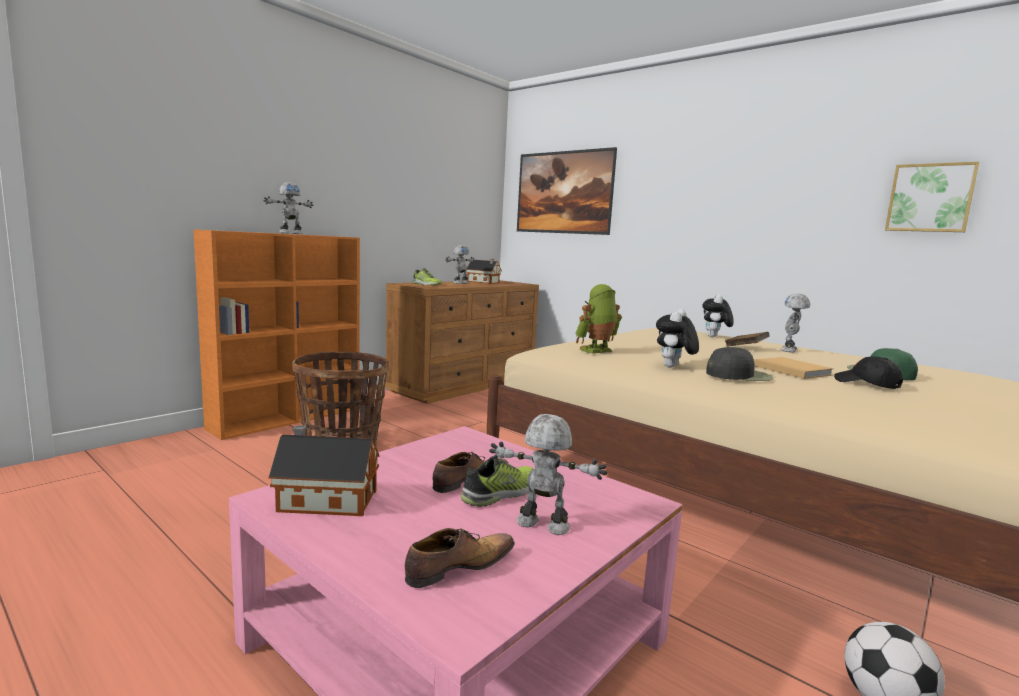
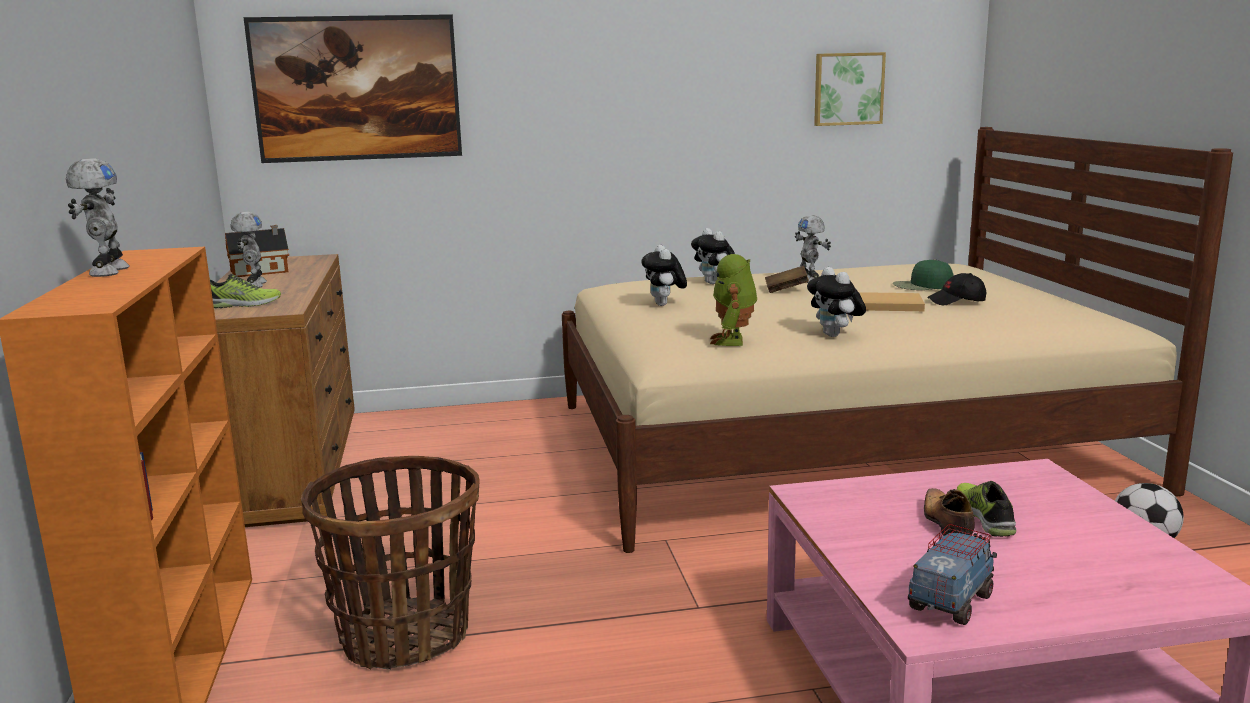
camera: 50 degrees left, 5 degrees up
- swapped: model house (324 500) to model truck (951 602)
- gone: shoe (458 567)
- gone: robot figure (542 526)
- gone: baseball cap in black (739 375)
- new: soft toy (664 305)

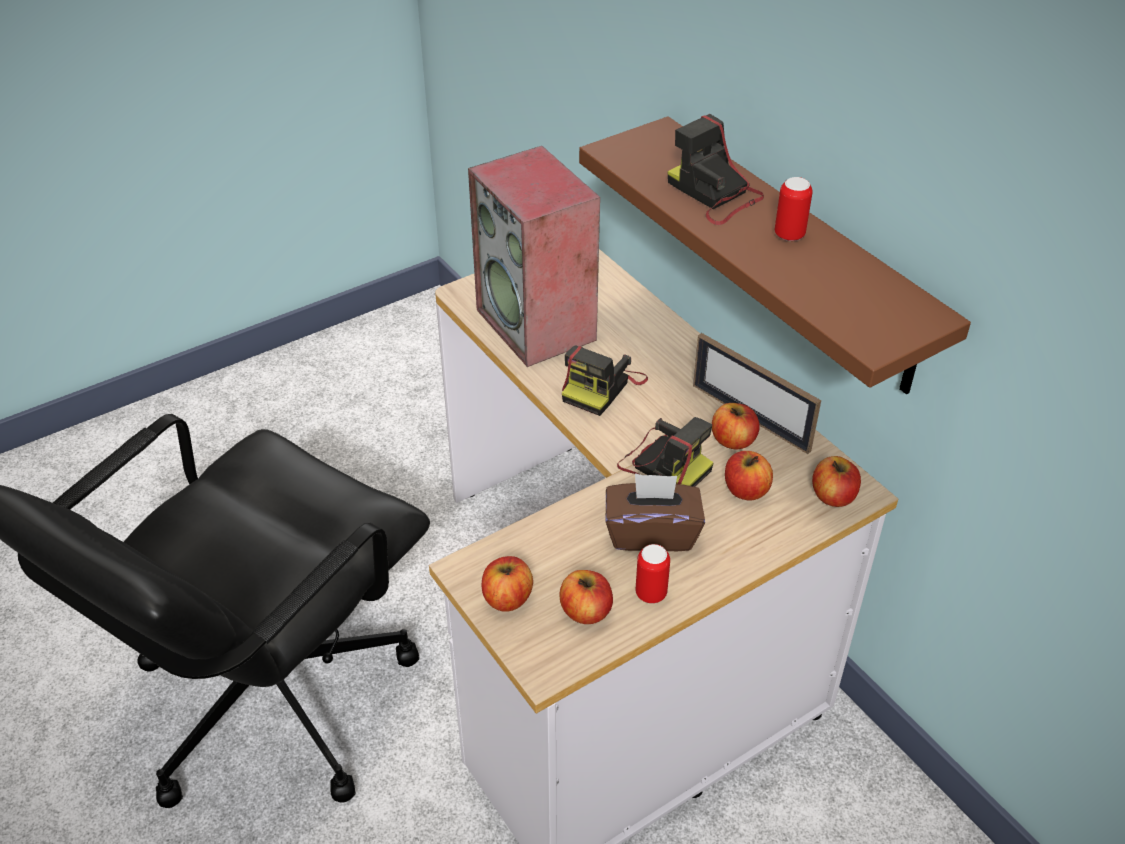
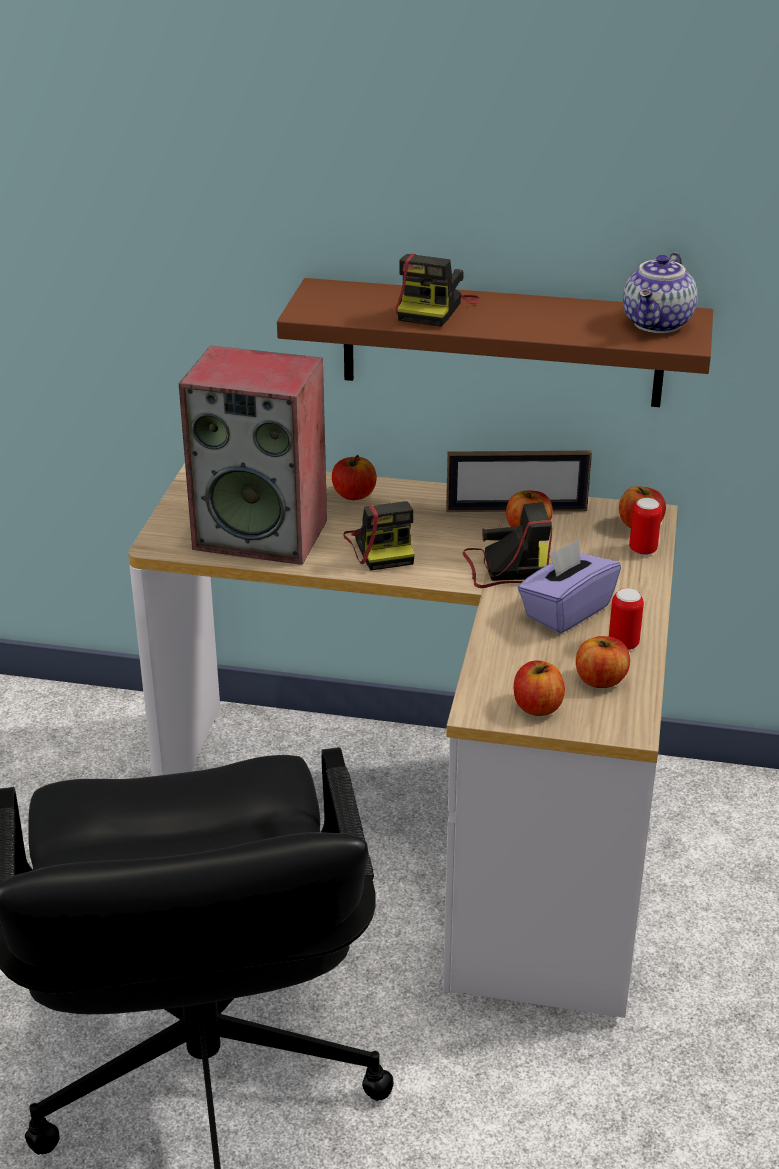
camera: 45 degrees left, 10 degrees down
- repainted: tissue holder in brown (652 533) to tissue holder in purplish (566 611)
- rotated: photo camera (714 195) = (434 309) 75 degrees counterclockwise
- shifted: apple fruit (746 490) to (354 494)
- shifted: can (789 235) to (643 550)
- new: teapot (658 324)

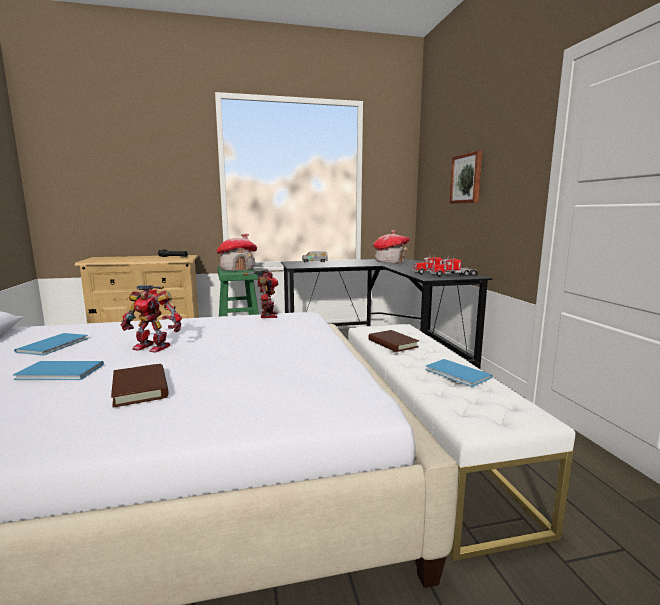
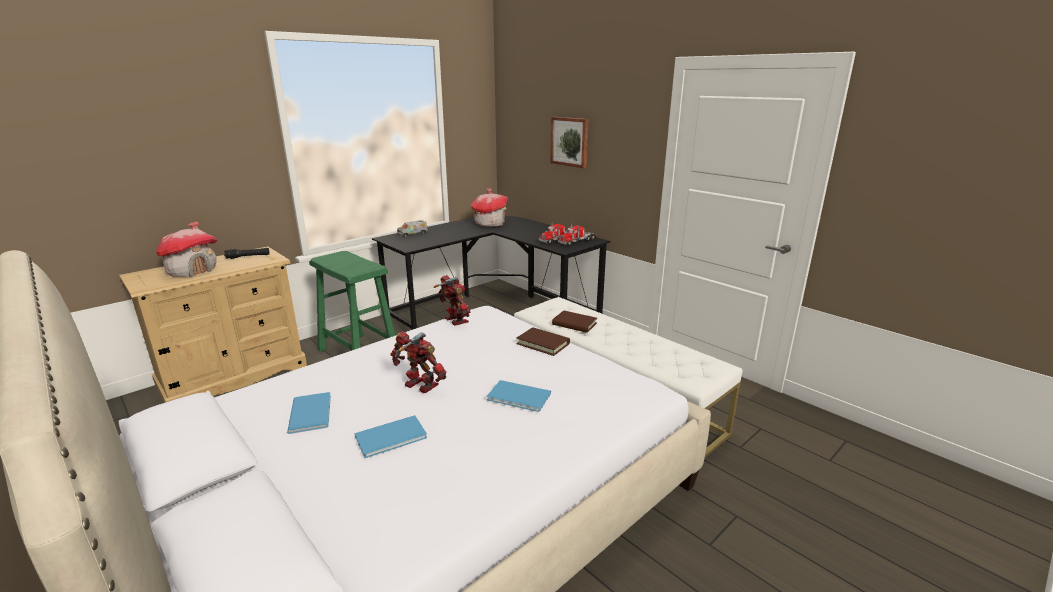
camera: 30 degrees left, 10 degrees up
- shifted: book in brown (140 388) to (543 344)
- rotated: robot figure (153 347) = (420 386) 135 degrees counterclockwise
- shifted: model house (237 269) to (192 270)
- shifted: book in blue-coloured (457 374) to (519 398)

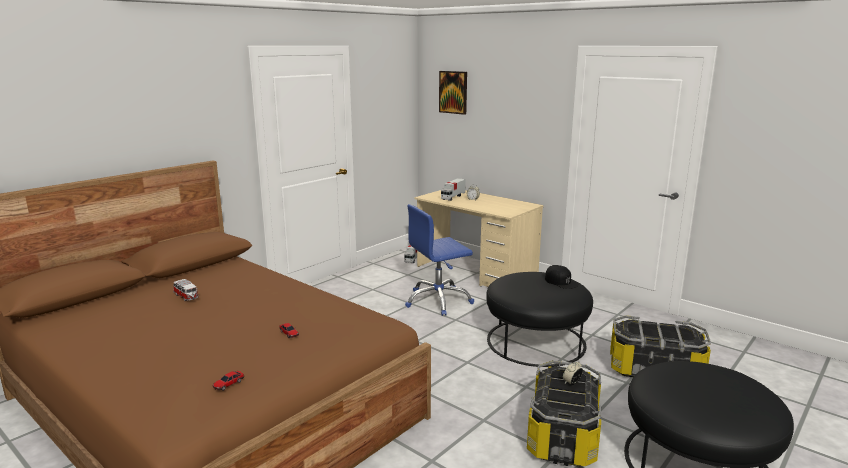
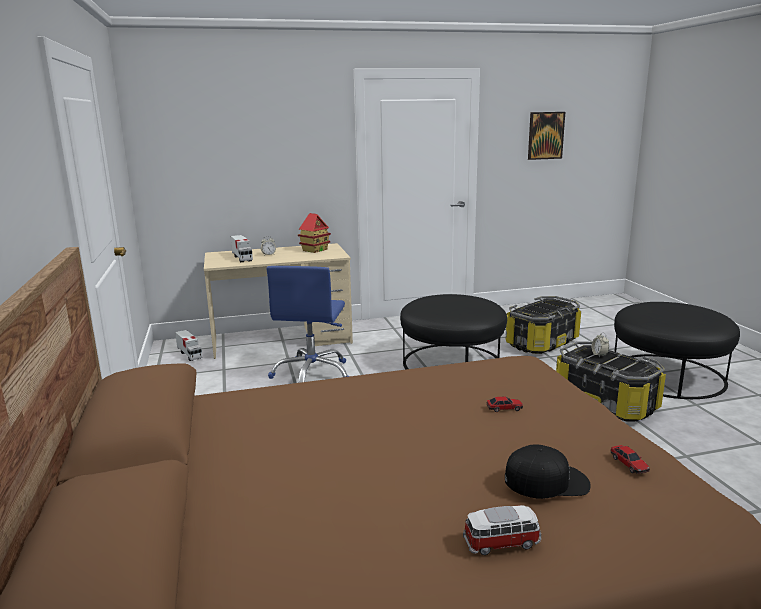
camera: 55 degrees left, 0 degrees up
- shifted: model car (186 297) to (502 543)
- shifted: wall art (453 92) to (545 135)
- shifted: baseball cap in black (561 282) to (546 481)
- new: model house (315 250)

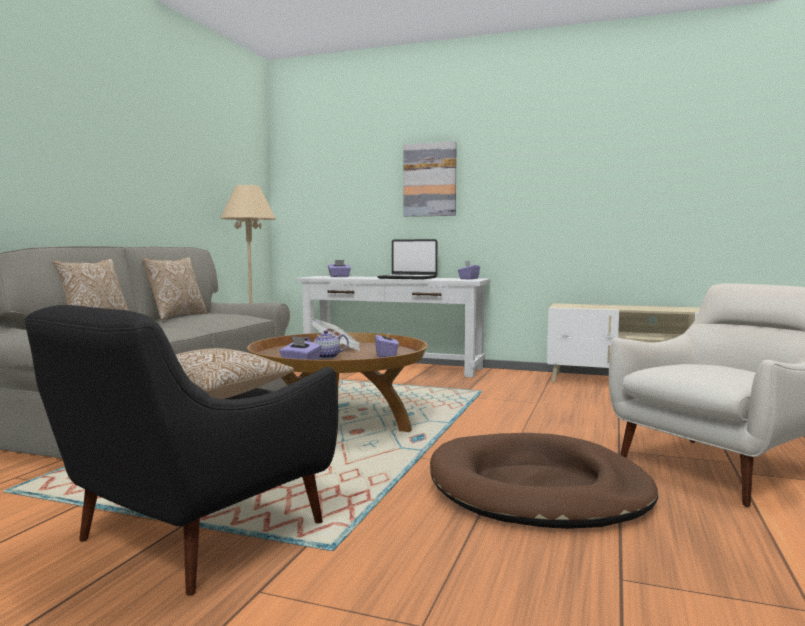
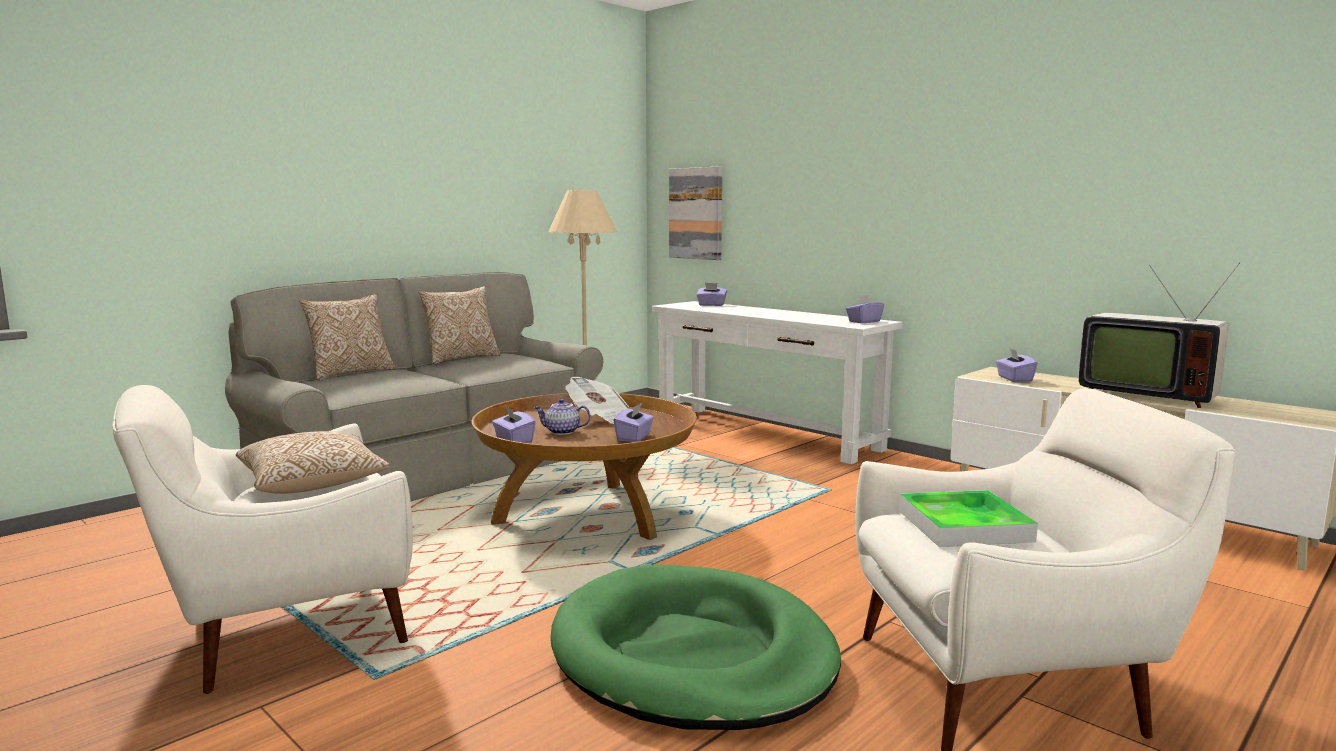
camera: 25 degrees right, 5 degrees up
- repainted: armchair in black (193 536) to armchair in whitish (282 630)
- gone: laptop (407 278)
- shifted: wall art (430 180) to (696 213)
- repainted: dog bed in brown (538 489) to dog bed in green (692 655)
- new: carrying tray (964 526)
- new: tissue holder in purplish (1014 379)
- new: television (1146 395)

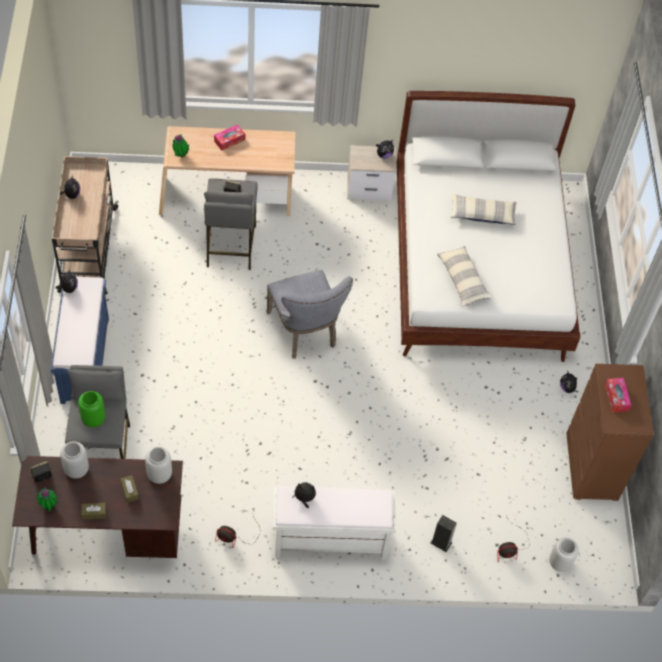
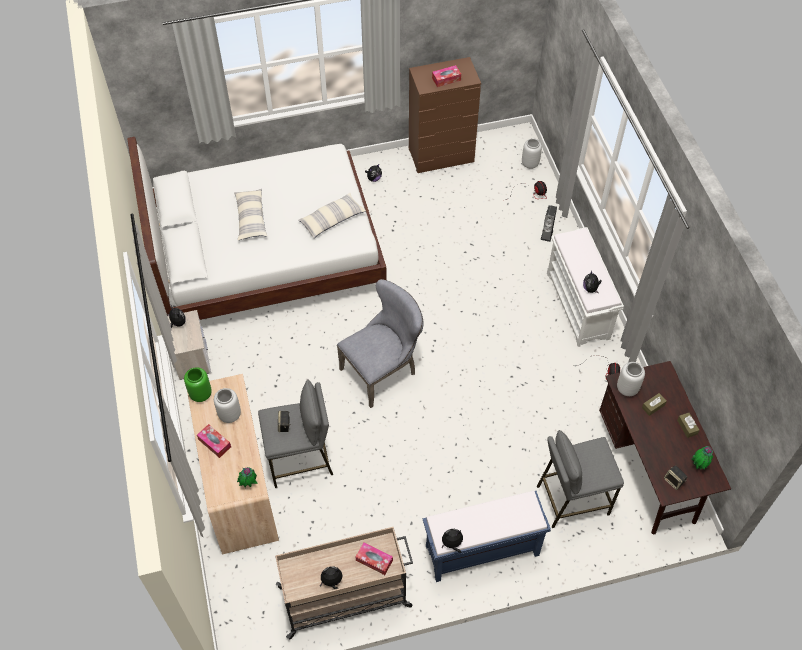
camera: 100 degrees left, 0 degrees up
- shifted: flower vase in grey (76 469) to (229 415)
- shifted: flower vase in green (93 418) to (200 394)
- new: tissue holder (374 560)

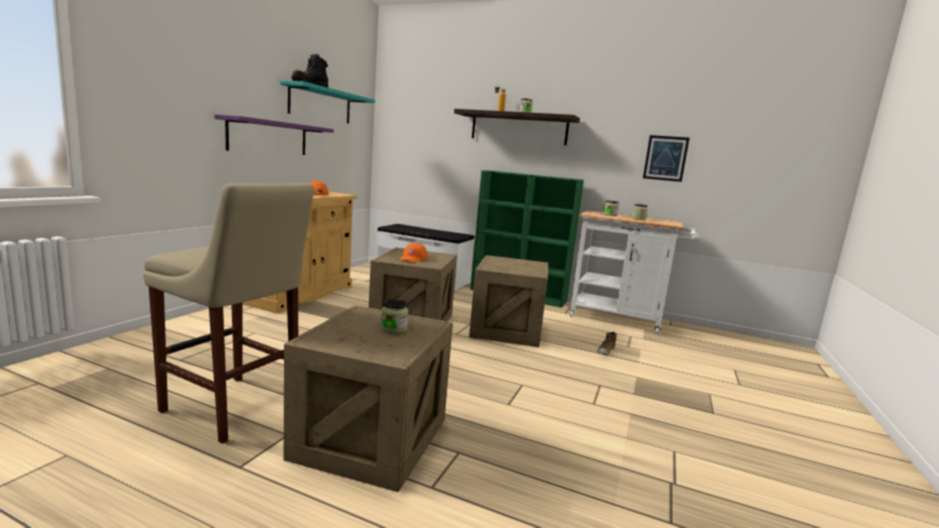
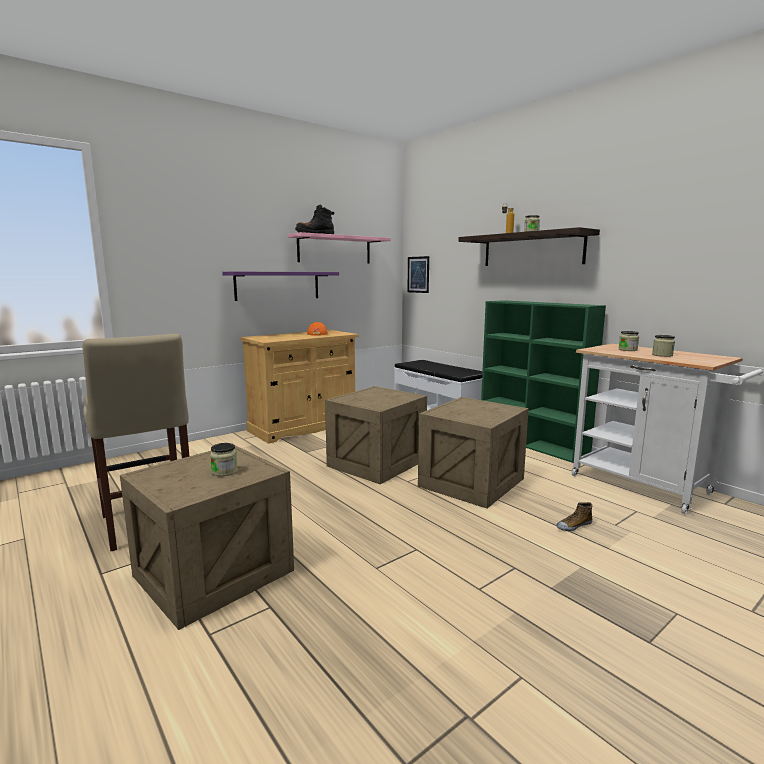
camera: 30 degrees right, 0 degrees up
- repainted: wall shelf in blue-green (320 104) to wall shelf in pink-coloured (334 249)
- gone: baseball cap in orange-coloured (413 259)
- shifted: wall art (665 158) to (418 274)

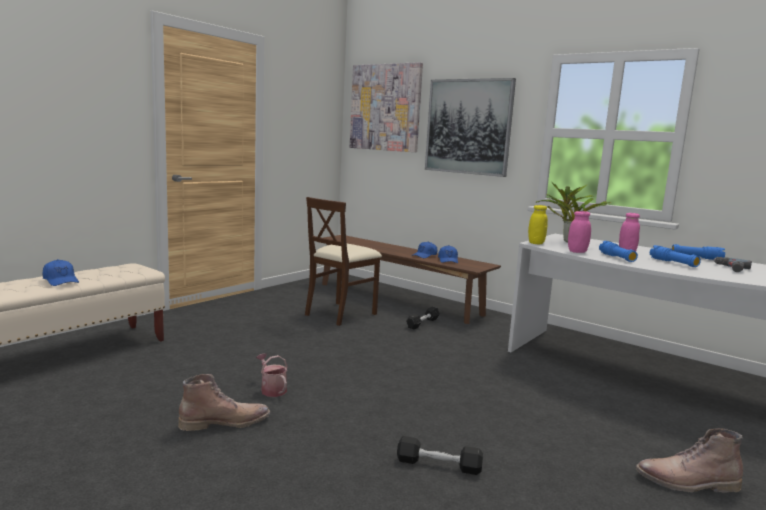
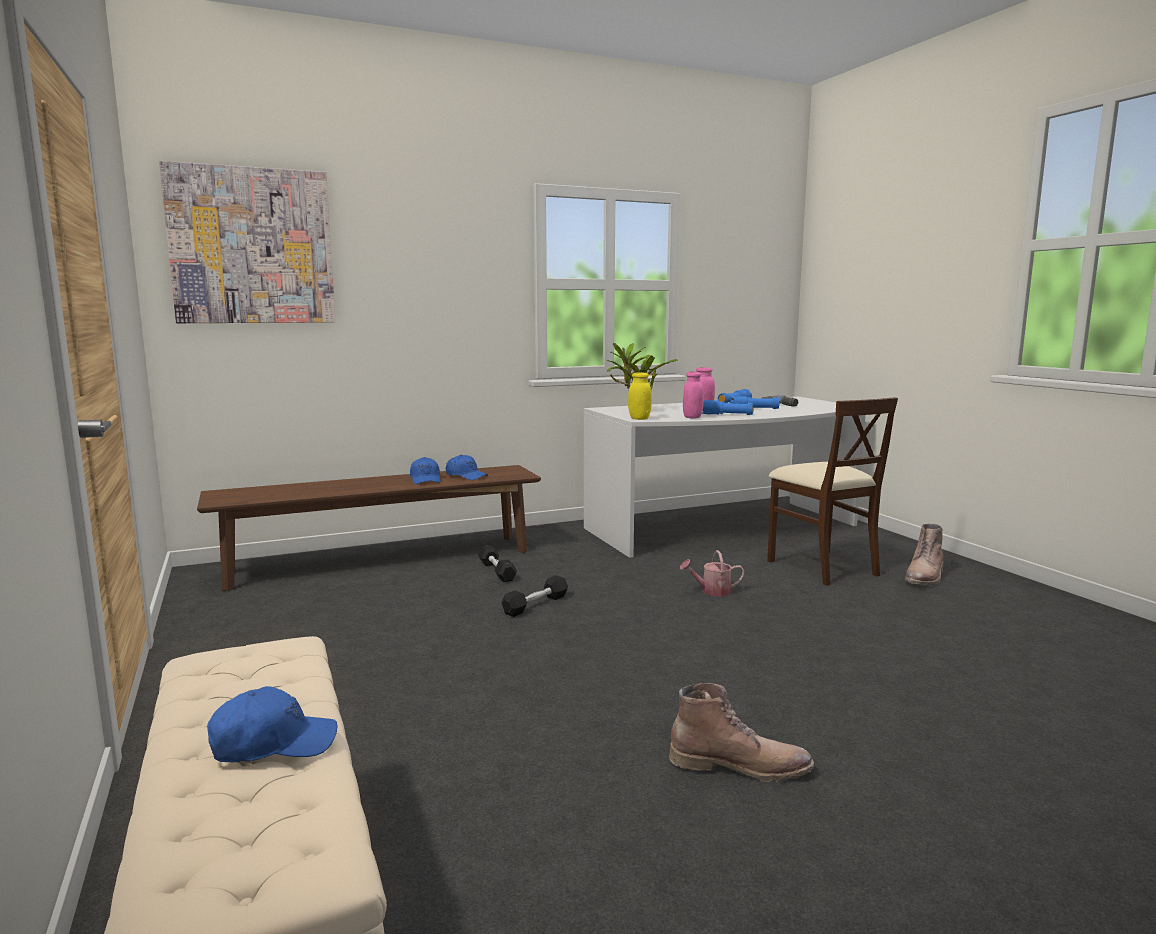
camera: 60 degrees left, 0 degrees up
- rotated: boot in brown (225 422) = (740 765) 90 degrees clockwise
- shifted: watering pot (272 389) to (712 591)
- shifted: plain chair in beige-coloured (340 314) to (822 567)
- shifted: hand weight in black (438 465) to (535 605)
- gone: wall art (468 127)

